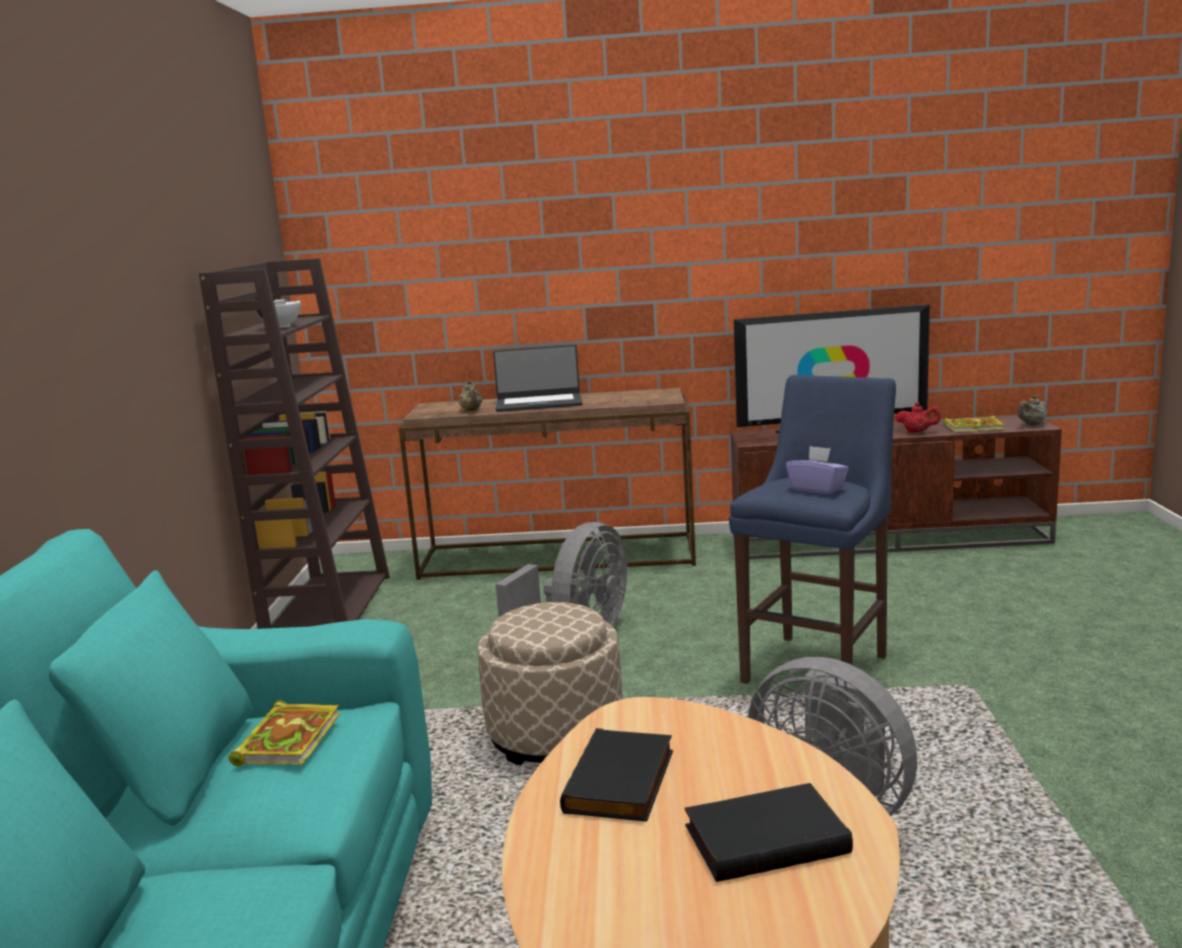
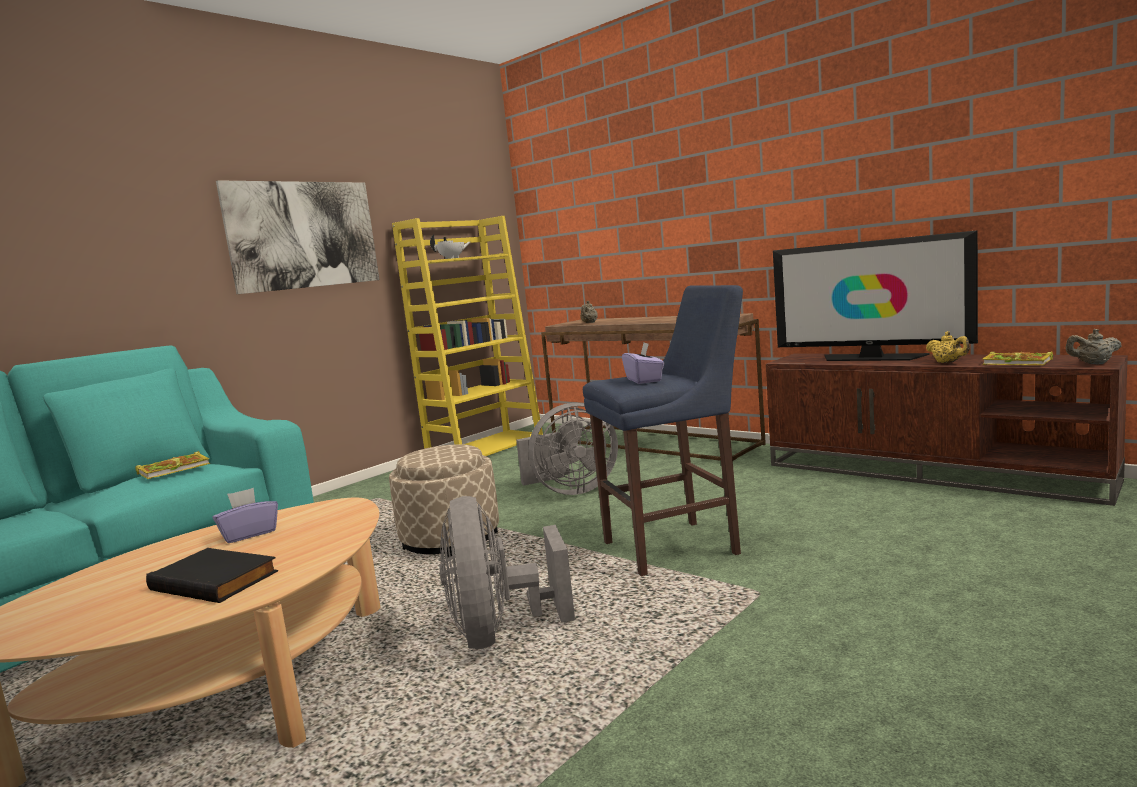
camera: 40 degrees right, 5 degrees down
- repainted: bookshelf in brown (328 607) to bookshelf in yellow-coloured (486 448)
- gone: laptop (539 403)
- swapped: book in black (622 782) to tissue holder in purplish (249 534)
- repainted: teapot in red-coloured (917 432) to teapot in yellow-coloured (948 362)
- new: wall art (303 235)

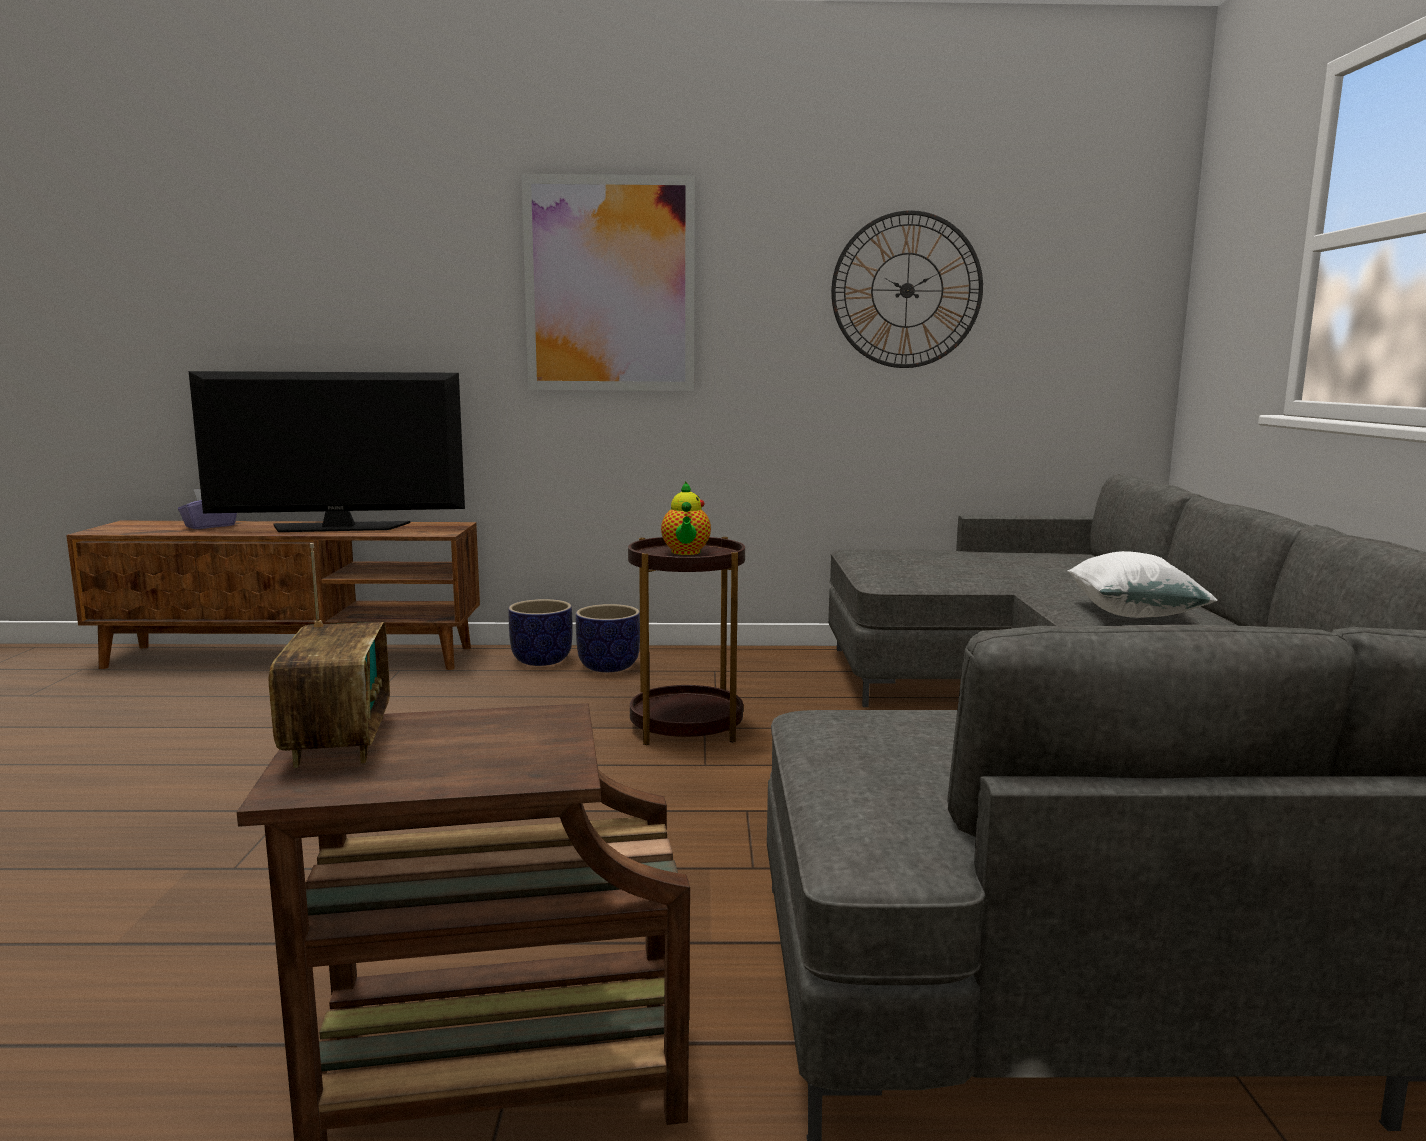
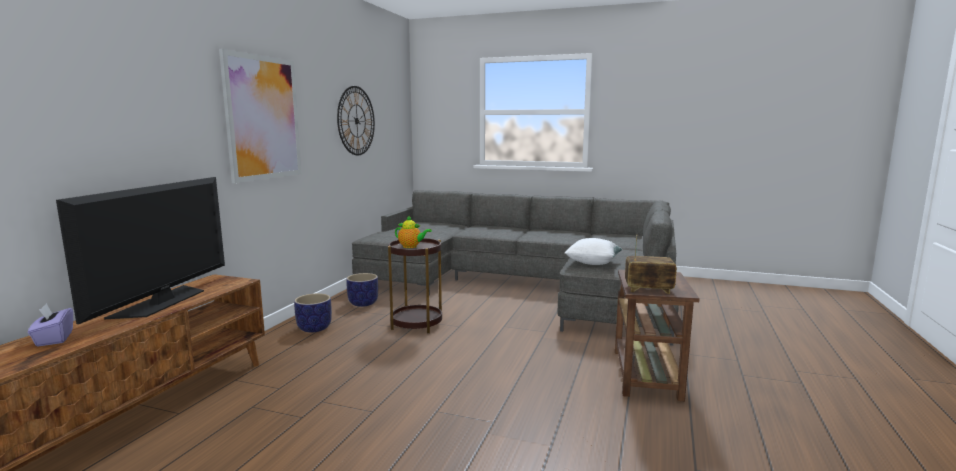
camera: 70 degrees left, 0 degrees up
- shifted: plant pot (542 660) to (363 303)
- shifted: cushion in whitish (1133 614) to (593 263)

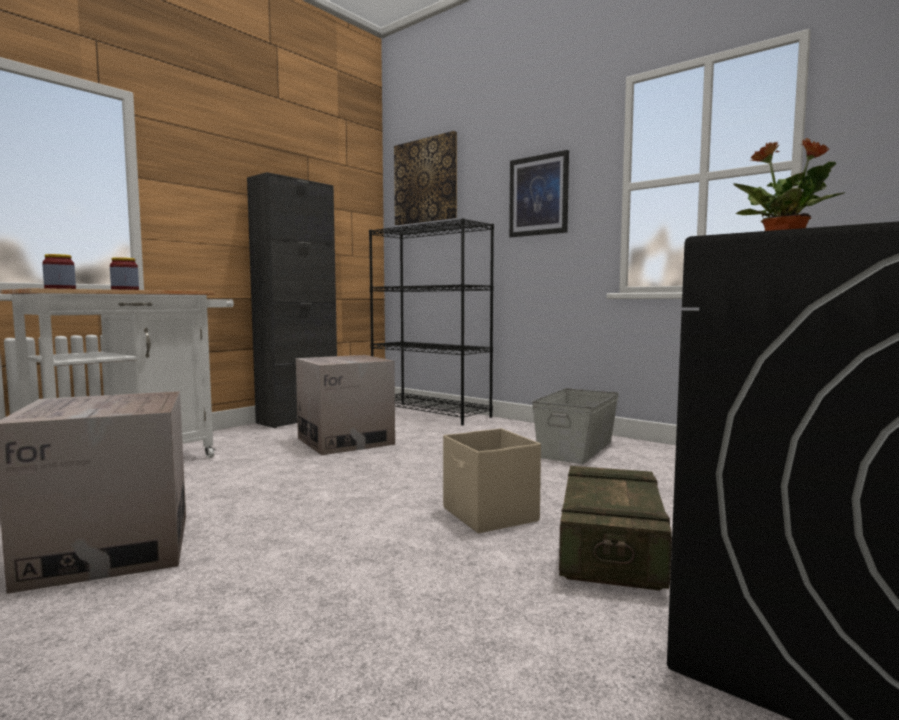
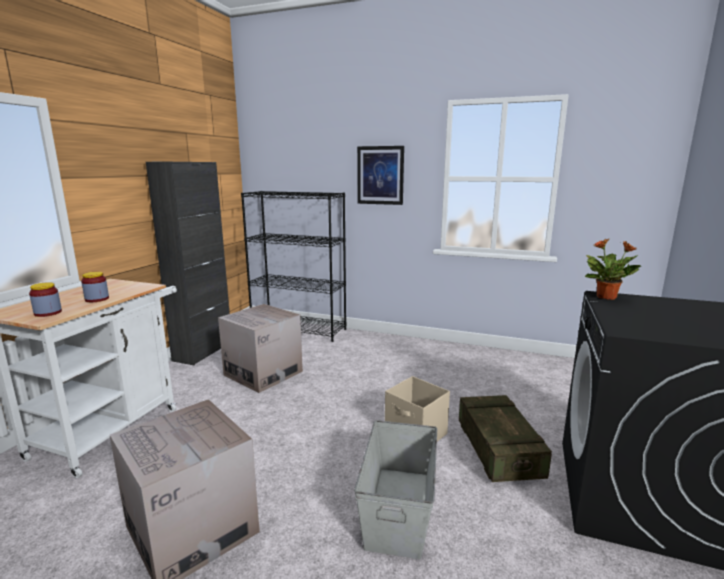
camera: 20 degrees left, 10 degrees up
- gone: wall art (425 181)
- shifted: storage container in grey (577 449) to (399 508)

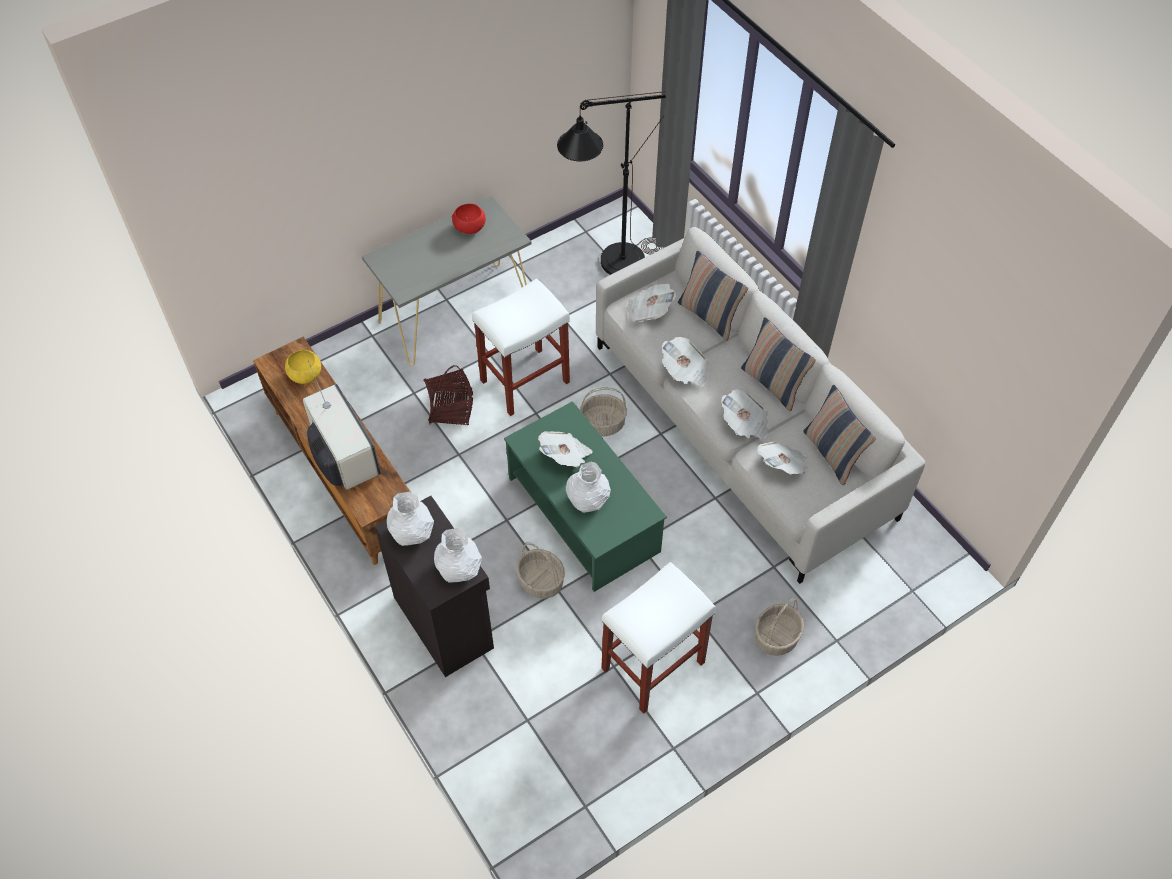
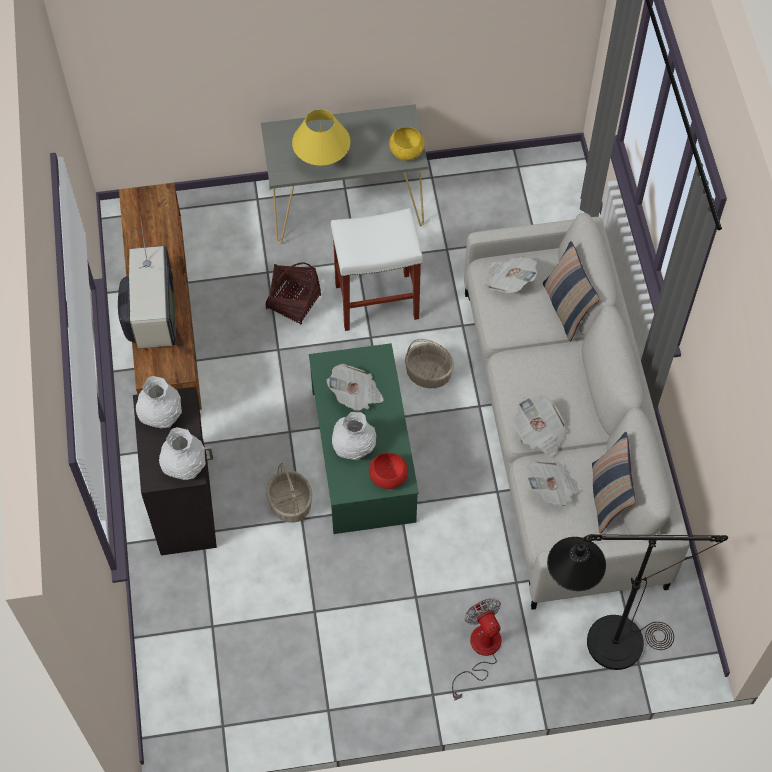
camera: 25 degrees right, 5 degrees up
- shifted: bowl in yellow-coloured (306 375) to (407 152)
- shifted: bowl in red-coloured (469 228) to (388 477)
- shifted: standard lamp in black (611 266) to (598 645)
- gone: stool in whitish (652 667)
- gone: daily paper (685 371)
- gone: cushion (772 384)
- swapped: household basket (776 638) to fan (480 651)
- new: lamp for a table in yellow-coloured (322 161)

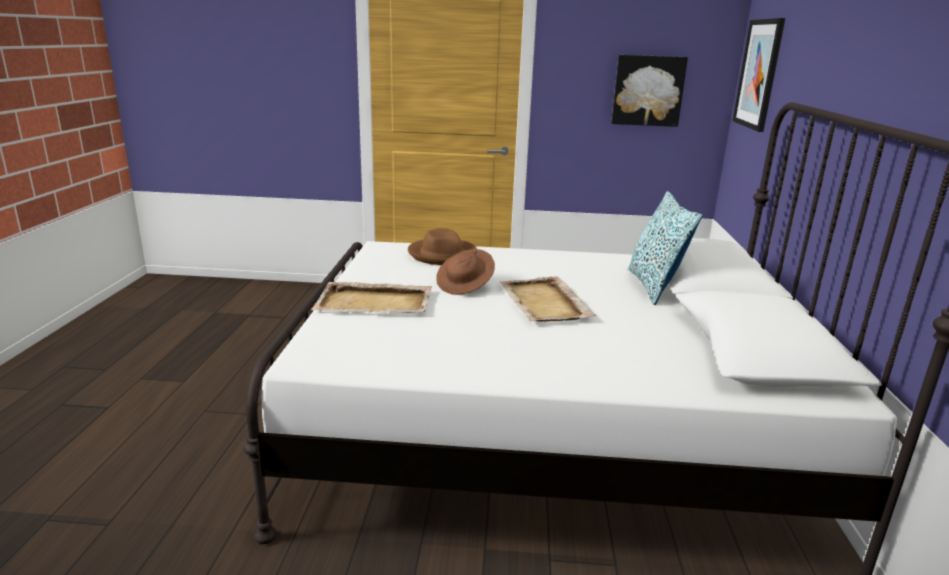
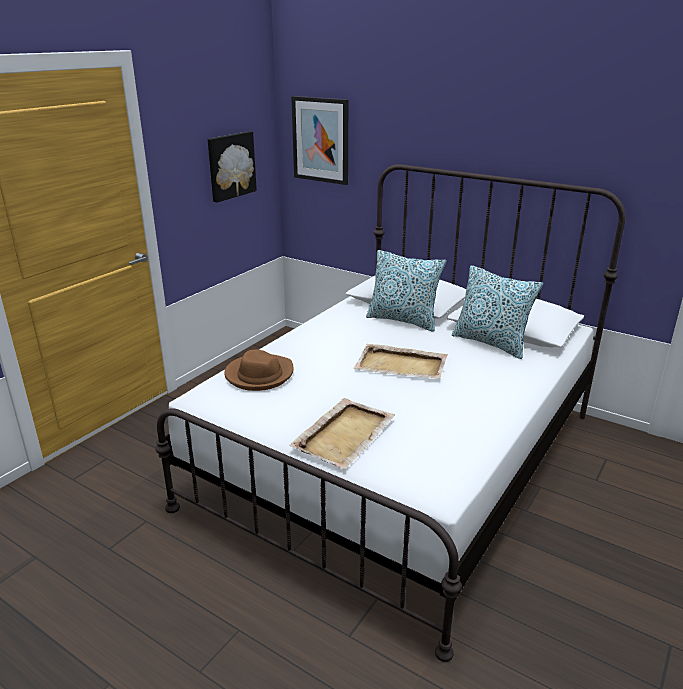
camera: 60 degrees left, 5 degrees up
- gone: hat in brown (465 285)
- new: cushion (491 343)

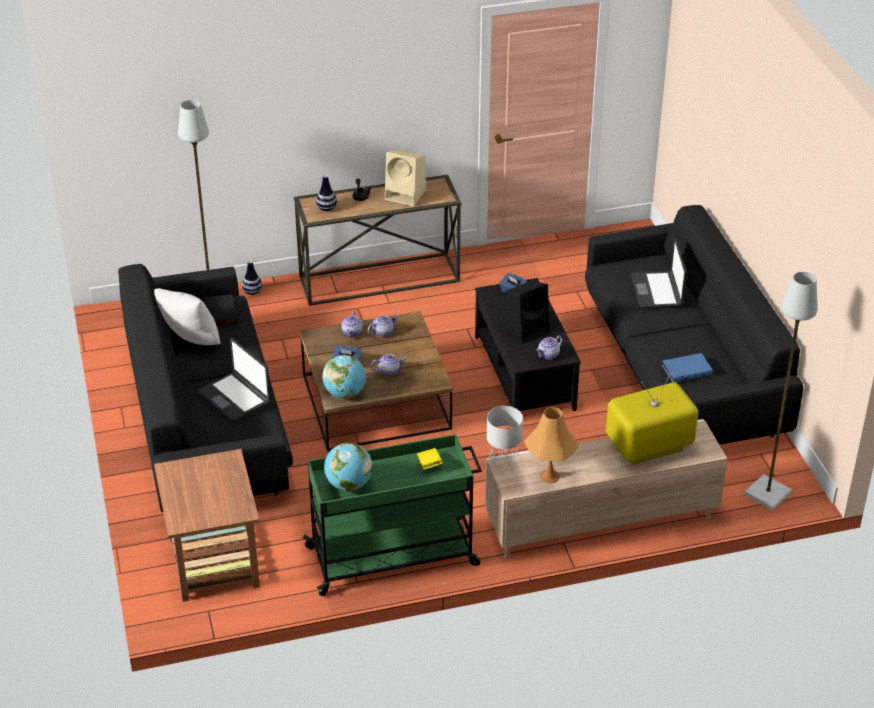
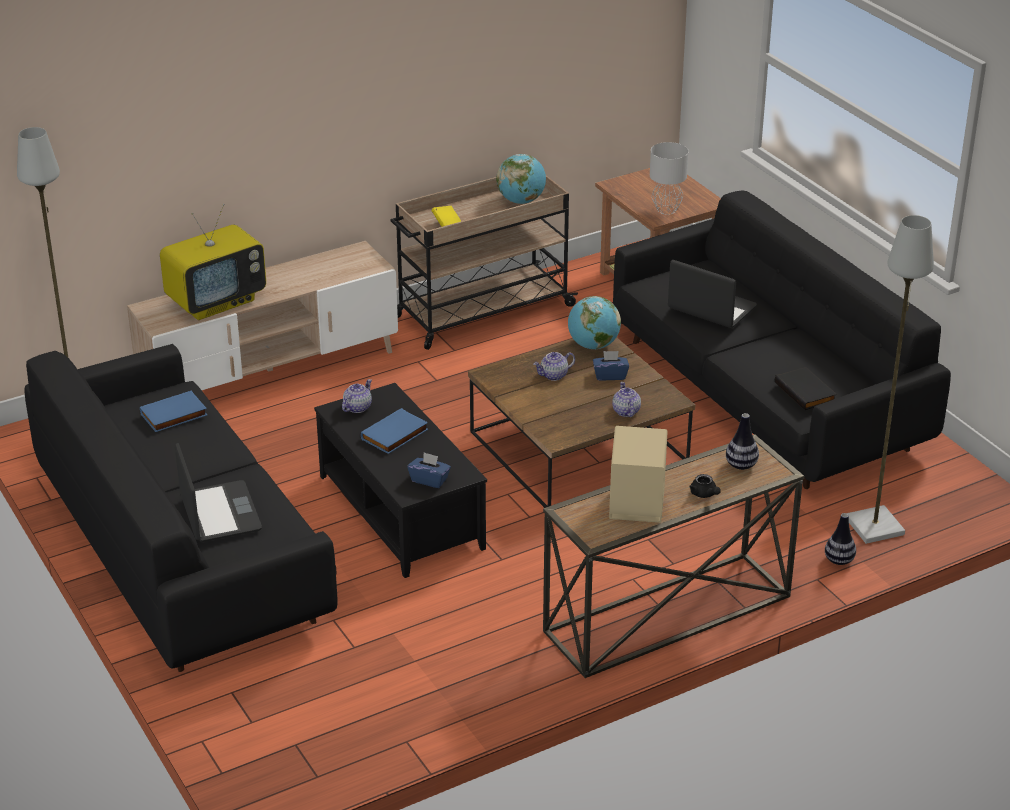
camera: 165 degrees right, 5 degrees down
- gone: cushion in whitish (190 342)
- repainted: trolley in green (394 556) to trolley in beige-coloured (481 312)
- gone: teapot (383 332)
- shifted: lamp for a table in grey (502 464) to (667 209)
- swapped: audio speaker in black (527 328) to book in blue-coloured (395 435)
- gone: lamp for a table in orange-coloured (549 476)

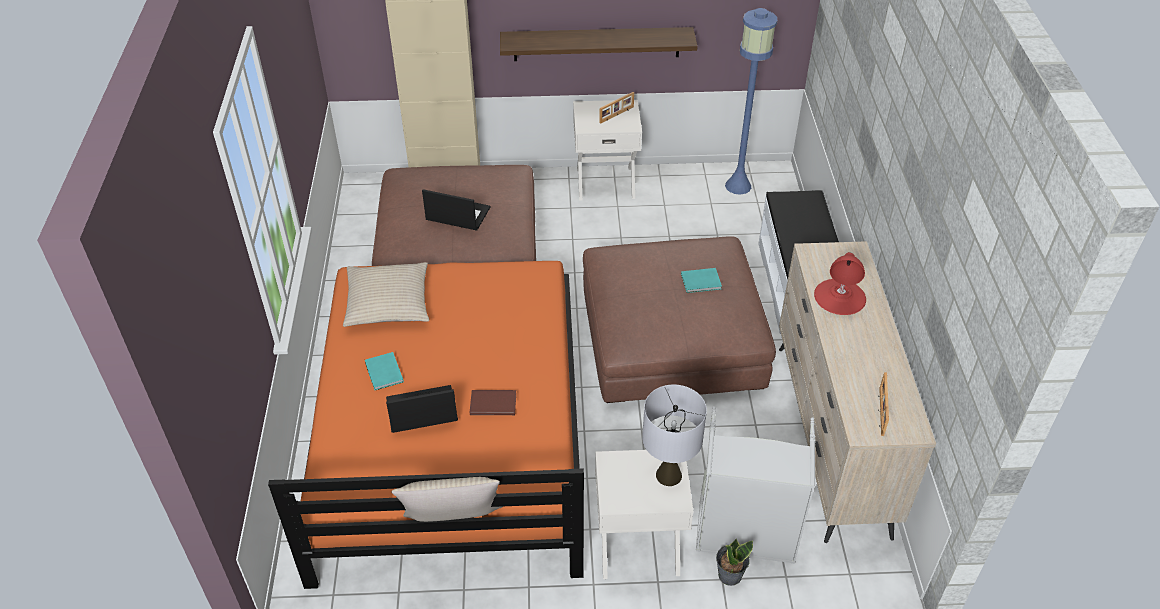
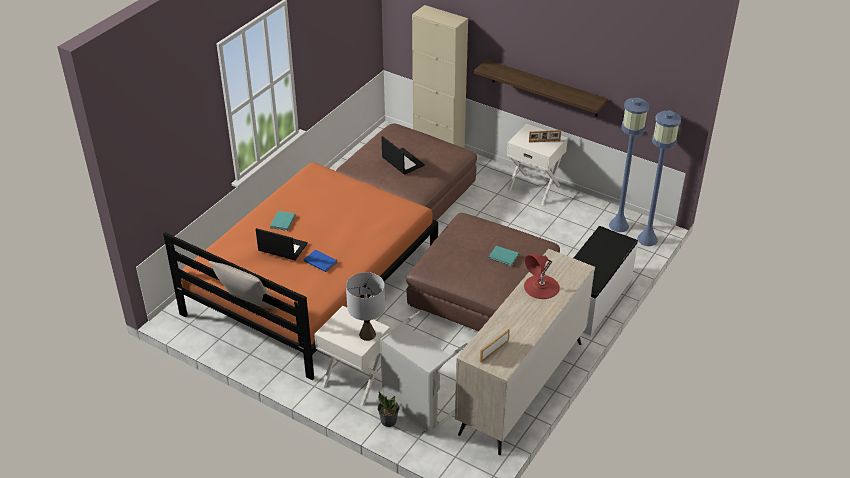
camera: 35 degrees right, 5 degrees down
- gone: cushion in beige-coloured (388 302)
- repainted: book in brown (492 403) to book in blue-coloured (320 261)
- new: standard lamp in blue-coloured (647 239)

